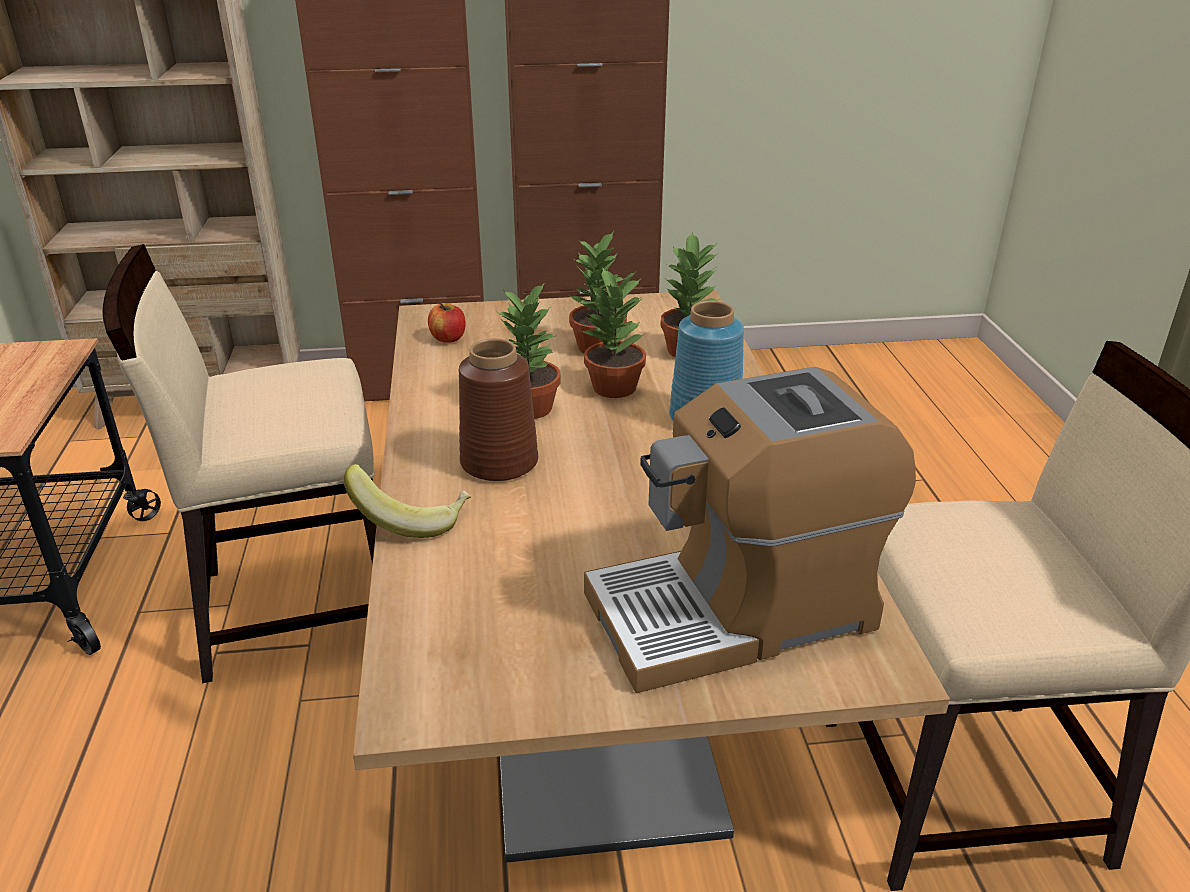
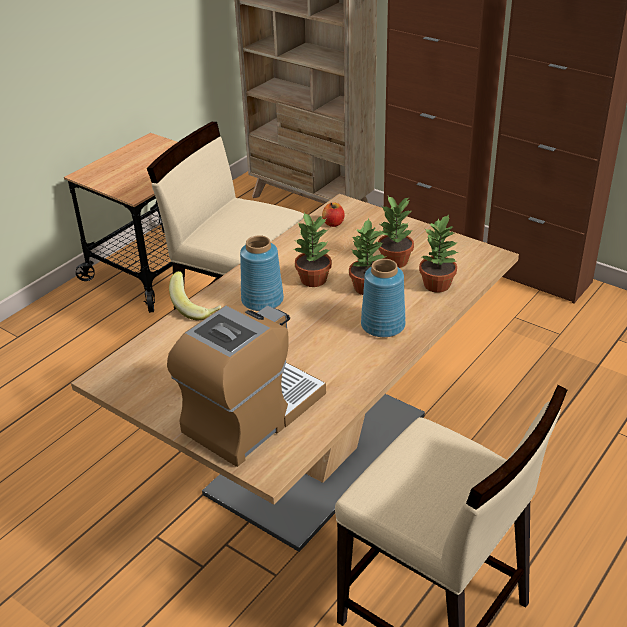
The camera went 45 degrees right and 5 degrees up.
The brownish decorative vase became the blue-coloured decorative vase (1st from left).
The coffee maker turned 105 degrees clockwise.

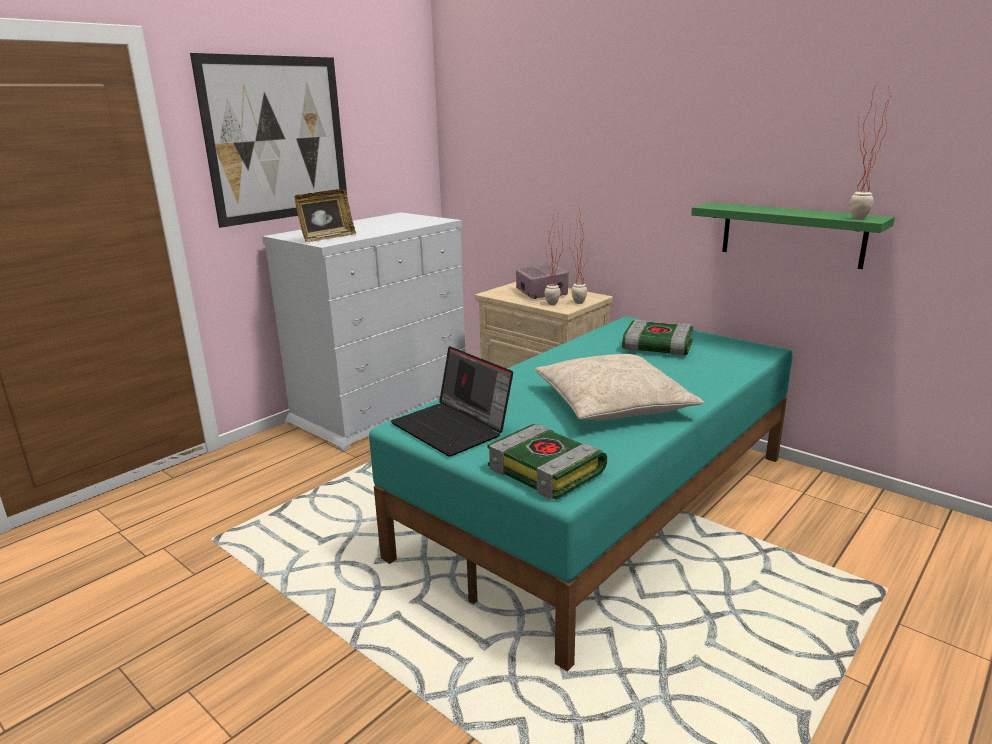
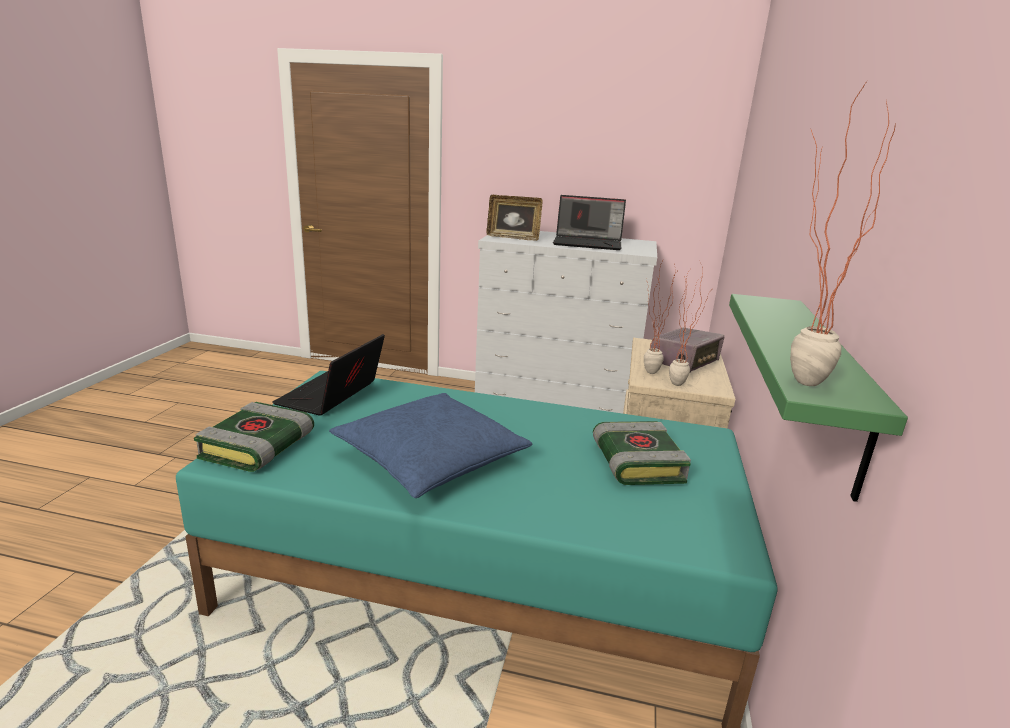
The camera went 60 degrees right and 0 degrees up.
The wall art disappeared.
The beige throw pillow became the blue-coloured throw pillow.
The laptop (2nd from left) appeared.

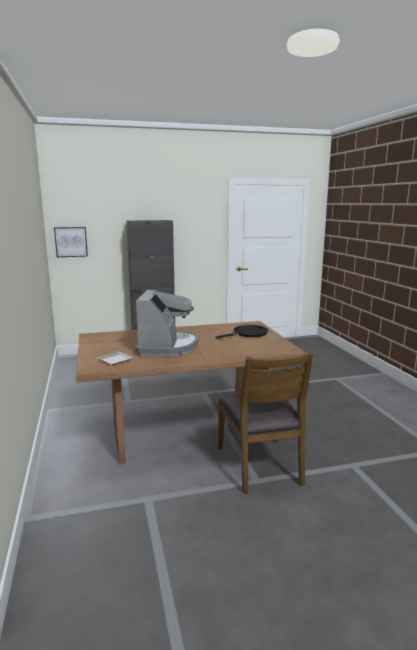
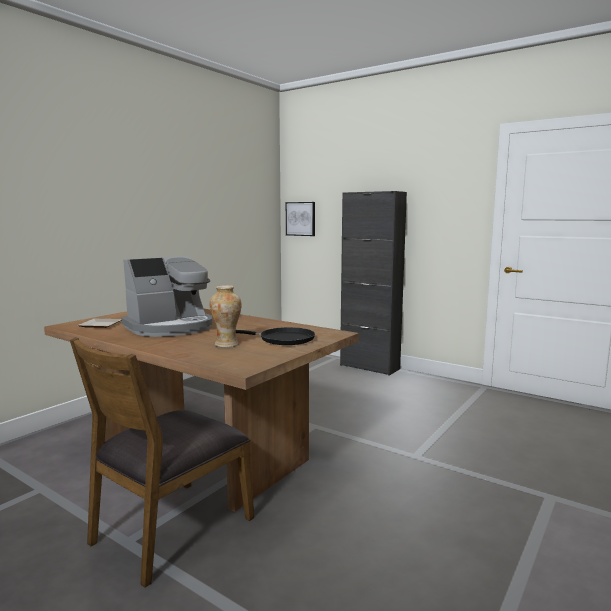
The camera went 50 degrees right and 5 degrees down.
The decorative vase appeared.

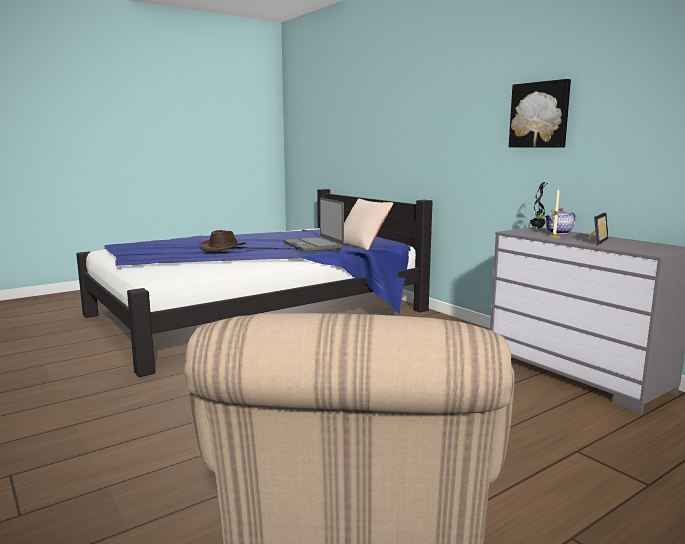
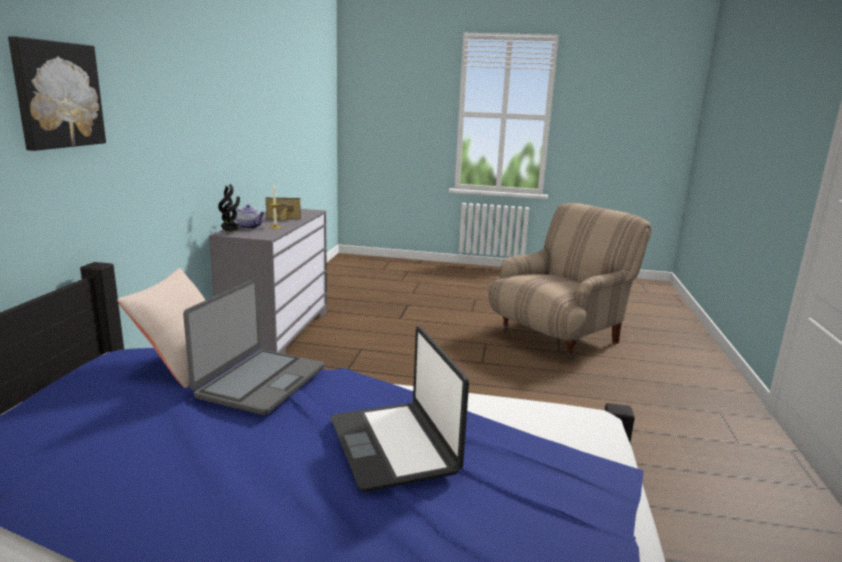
The camera went 135 degrees left and 5 degrees up.
The brownish clothing hat was replaced by the laptop (2nd from left).
The wall art moved.

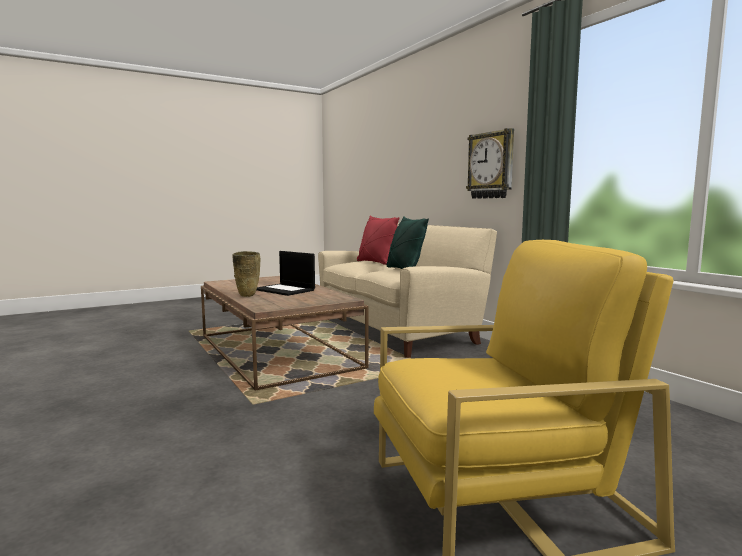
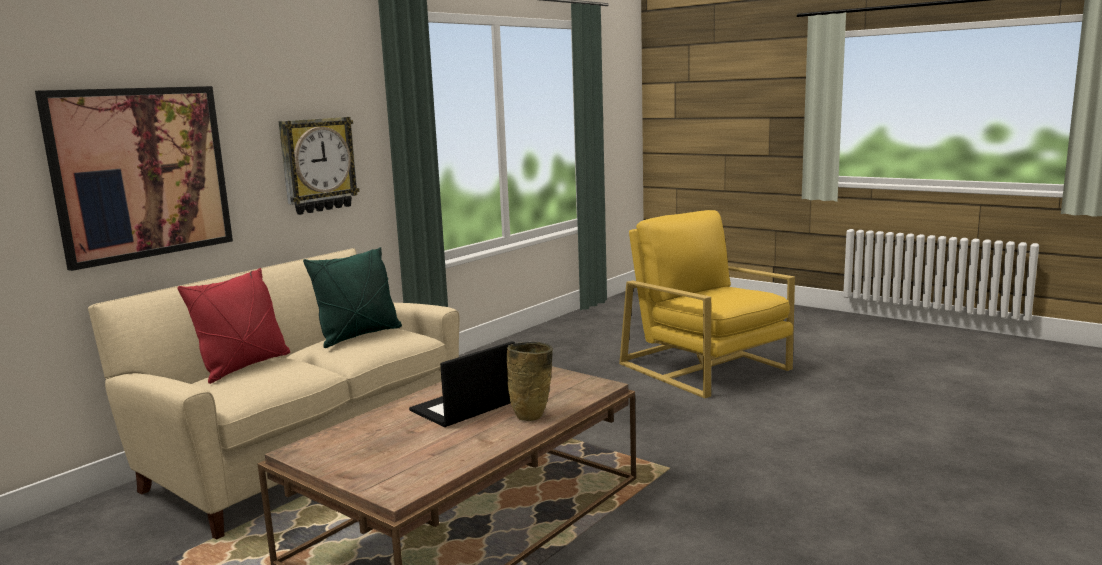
The camera went 110 degrees left and 5 degrees up.
The laptop turned 150 degrees counterclockwise.
The wall art appeared.

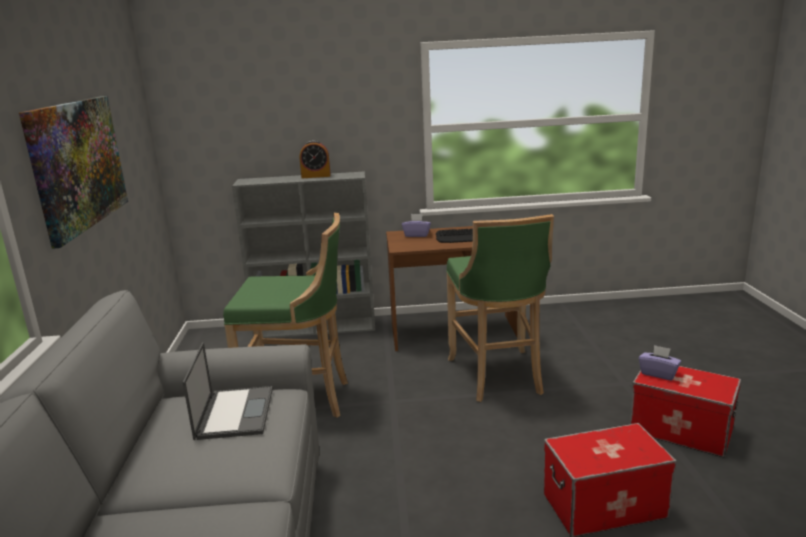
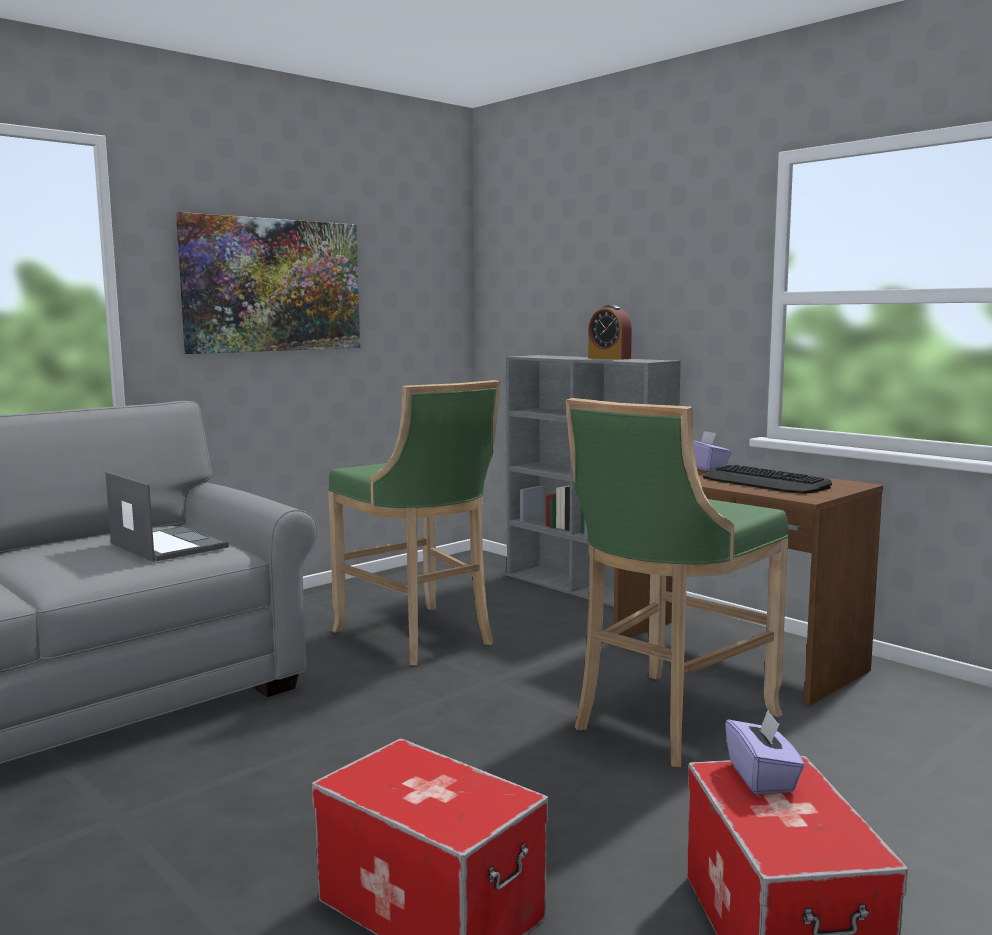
The camera went 50 degrees right and 10 degrees down.
The laptop turned 90 degrees counterclockwise.

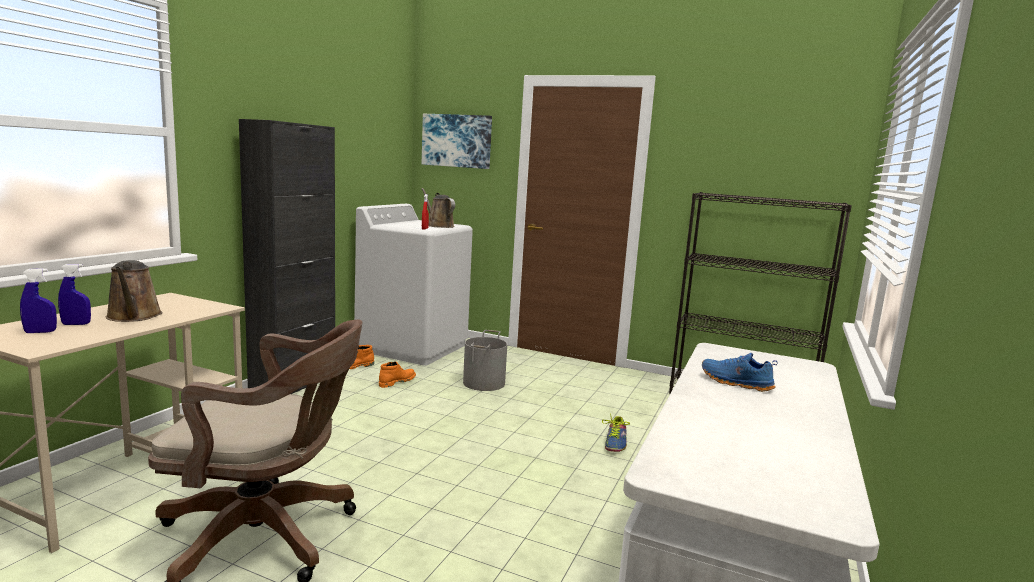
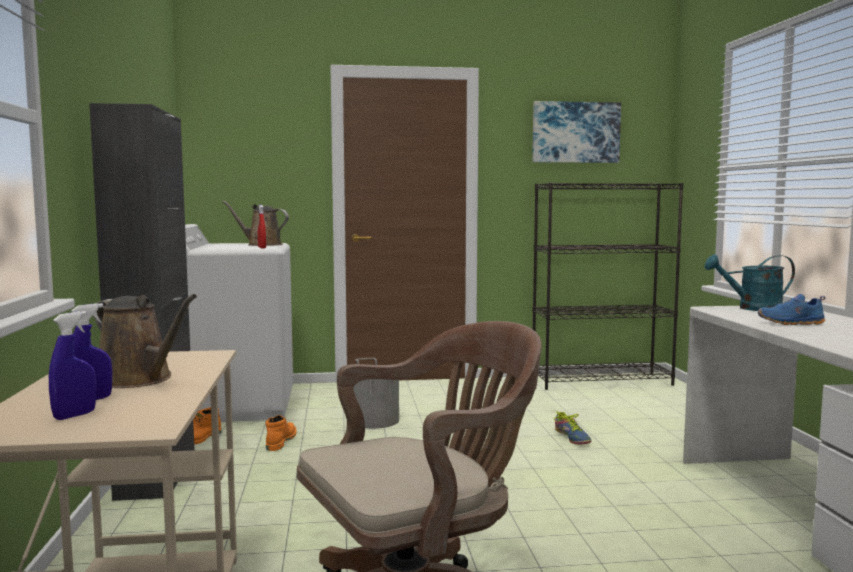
The camera went 30 degrees left and 5 degrees down.
The wall art moved.
The turquoise-coloured watering can appeared.

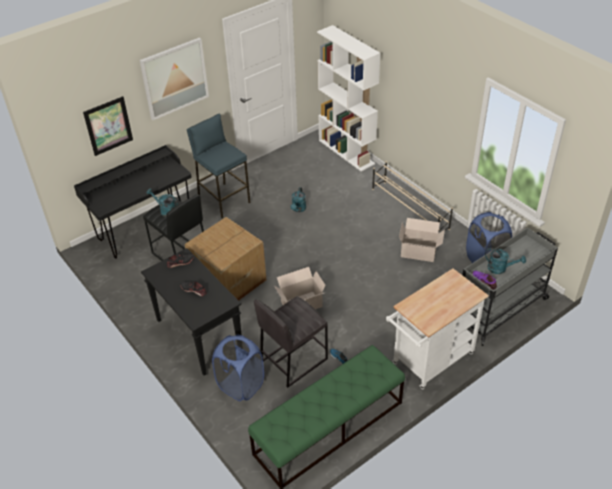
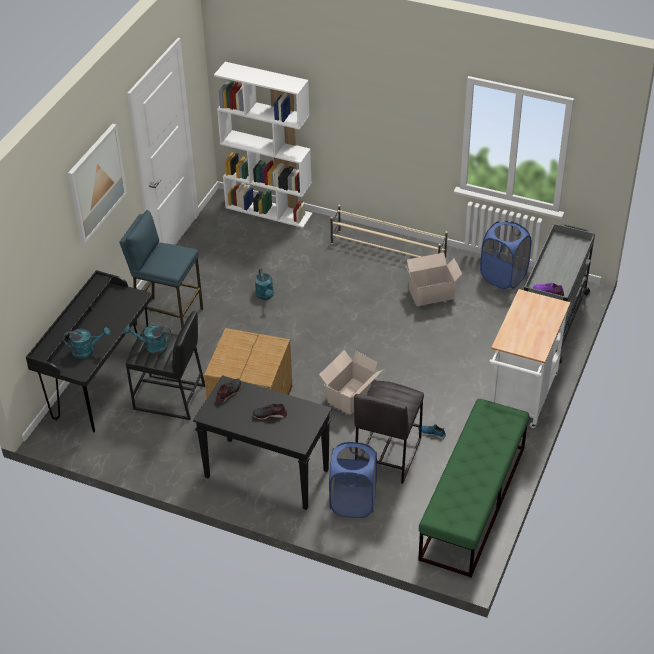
The camera went 30 degrees left and 0 degrees up.
The wall art (1st from left) disappeared.
The turquoise-coloured watering can (3rd from left in the first image) moved.

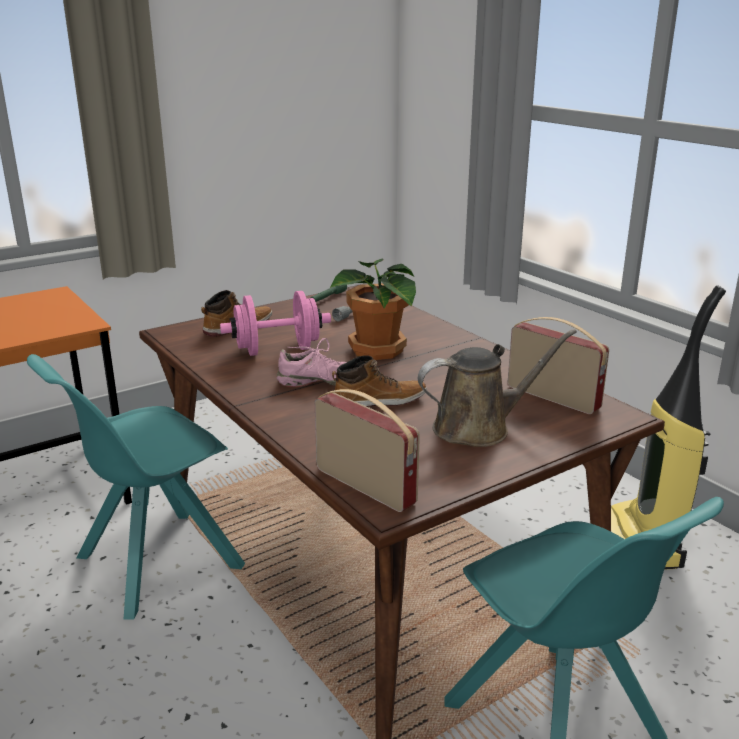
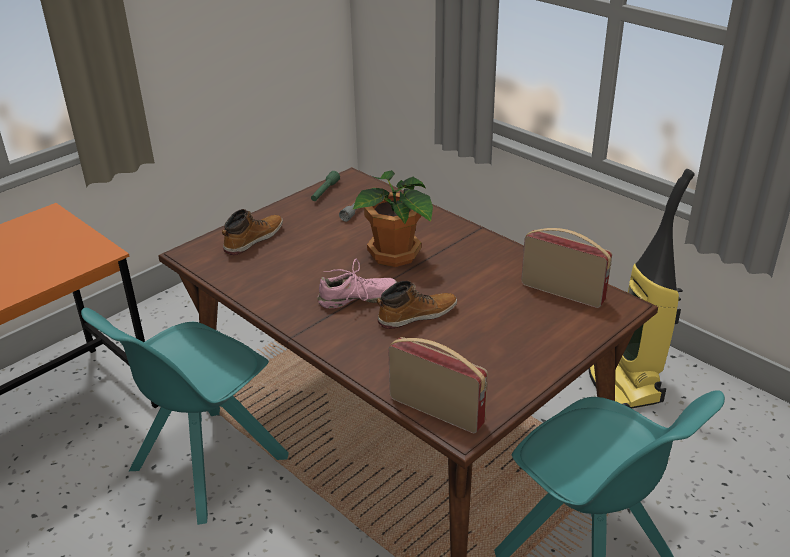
The camera went 10 degrees left and 10 degrees up.
The pink hand weight disappeared.
The brownish watering can disappeared.

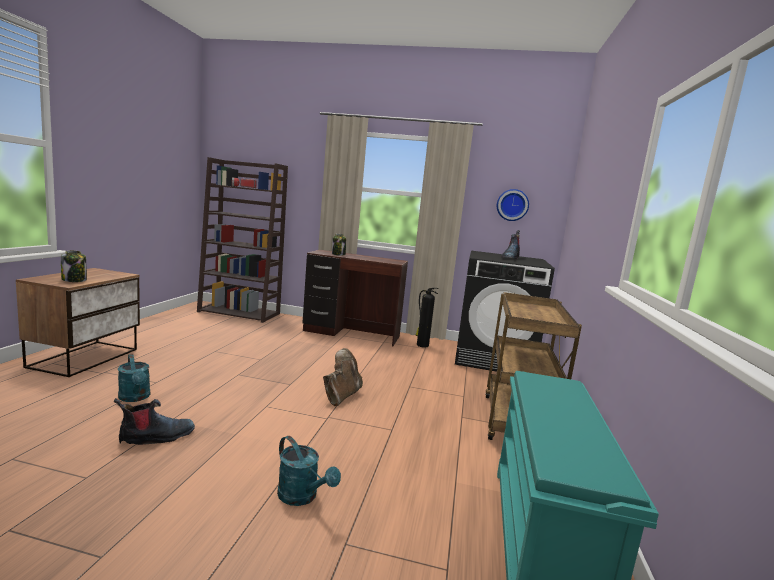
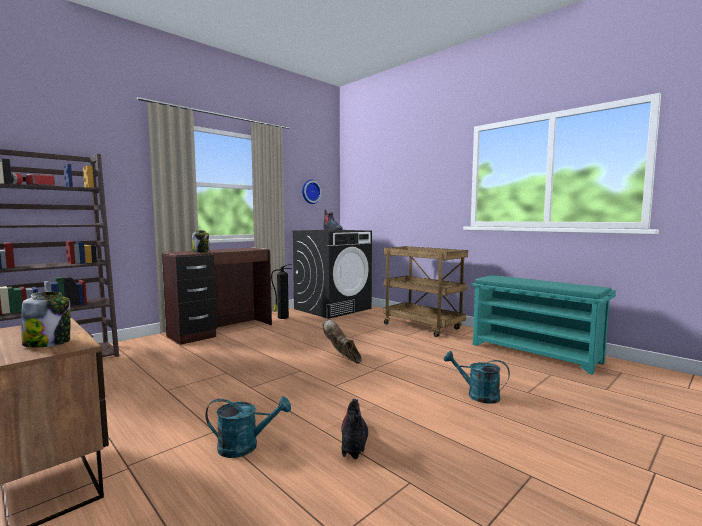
The camera went 55 degrees left and 5 degrees down.
The turquoise-coloured watering can (2nd from left) turned 135 degrees counterclockwise.

